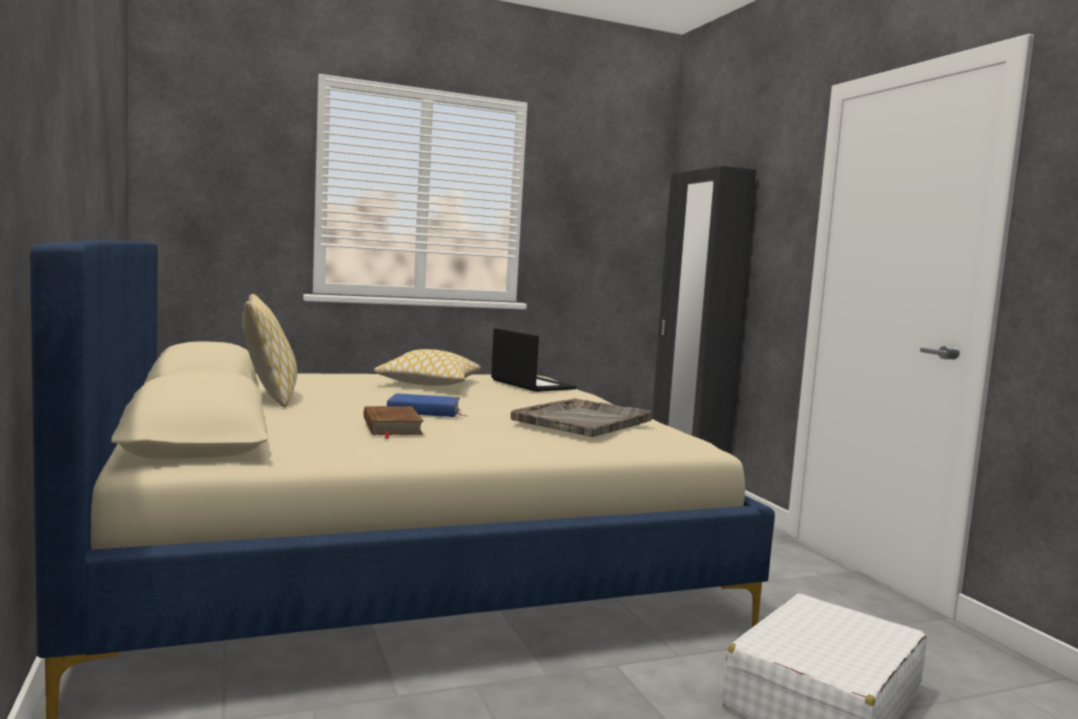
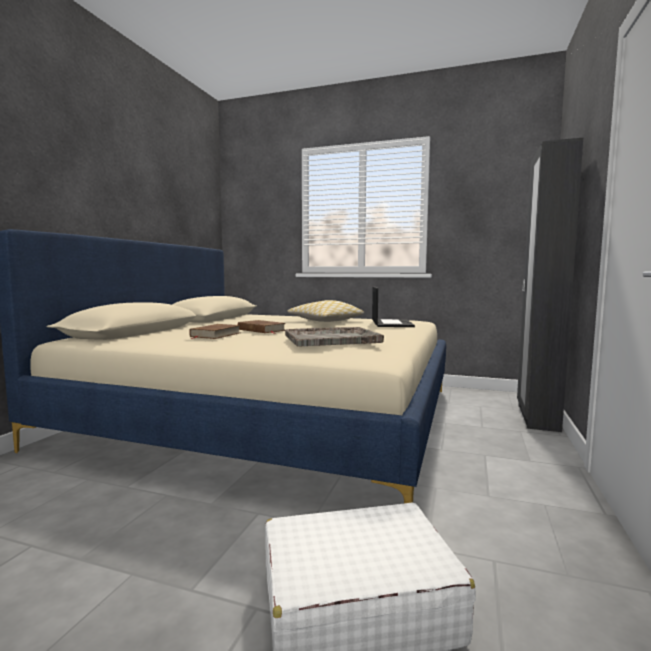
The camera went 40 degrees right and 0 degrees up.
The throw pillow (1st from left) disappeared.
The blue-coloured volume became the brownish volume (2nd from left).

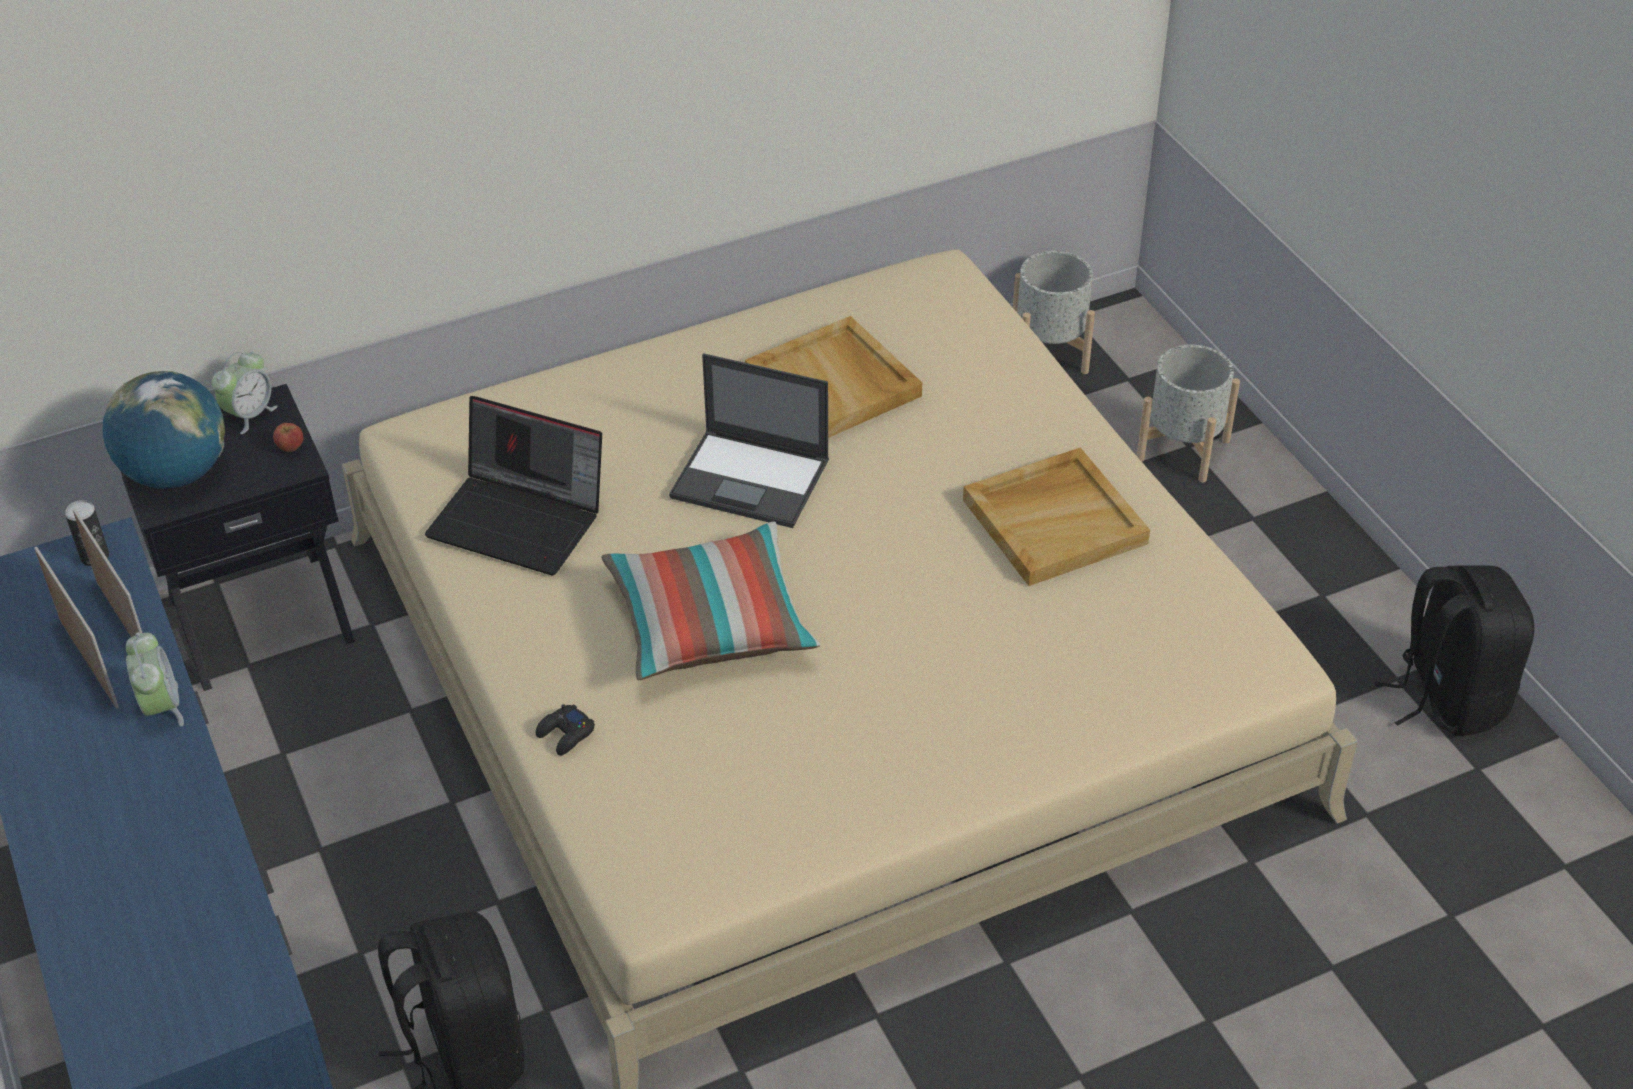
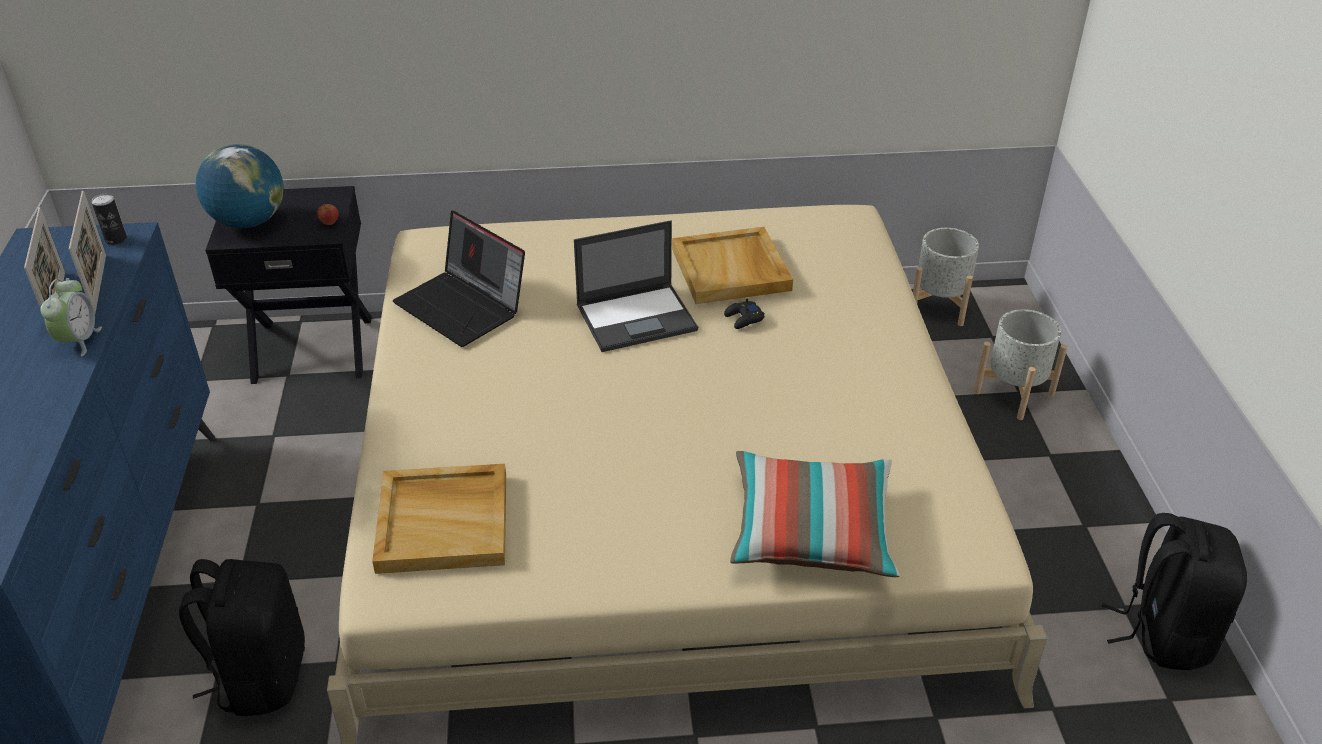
The camera went 20 degrees right and 5 degrees down.
The bedside clock (2nd from left) disappeared.
The blackish game controller moved.
The throw pillow moved.
The laptop (2nd from left) turned 60 degrees counterclockwise.
The beige tray (2nd from left in the first image) moved.

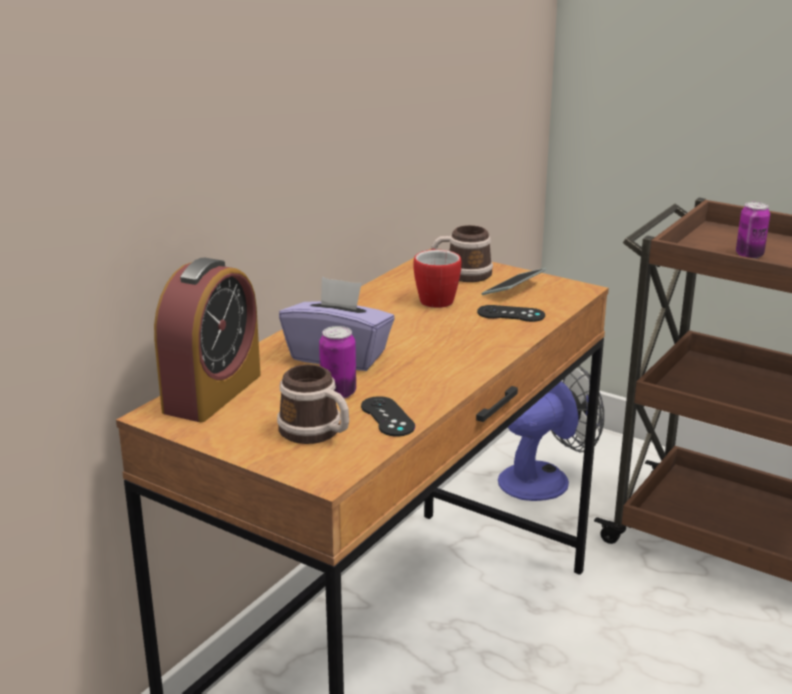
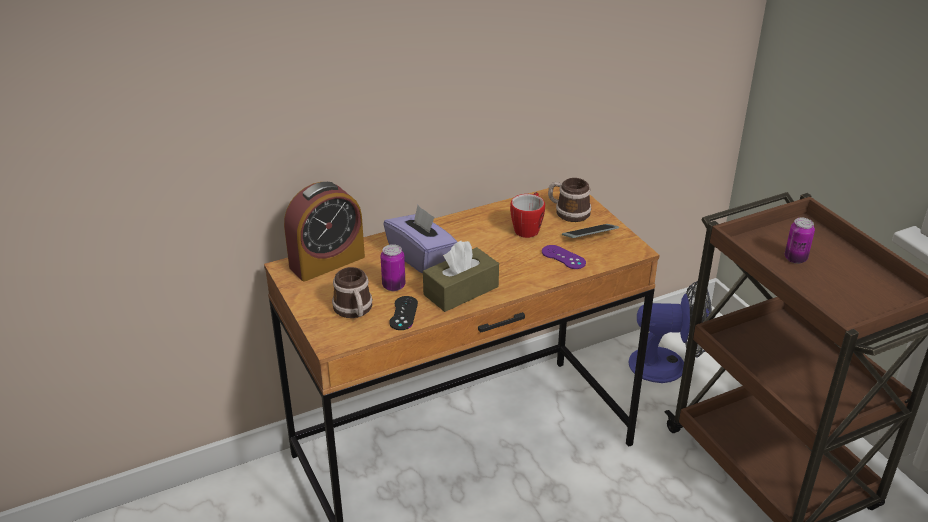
The camera went 30 degrees right and 10 degrees up.
The blackish game controller (2nd from left) became the purple-coloured game controller.
The brownish tissue box appeared.

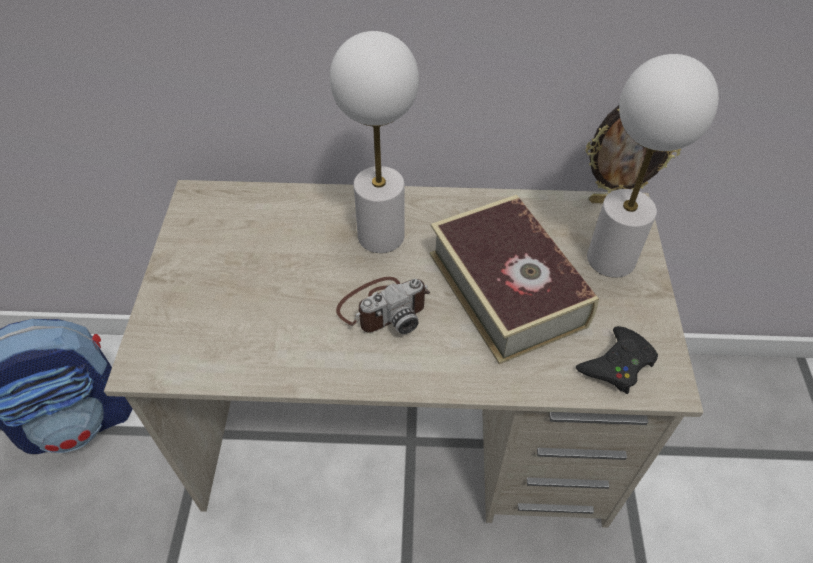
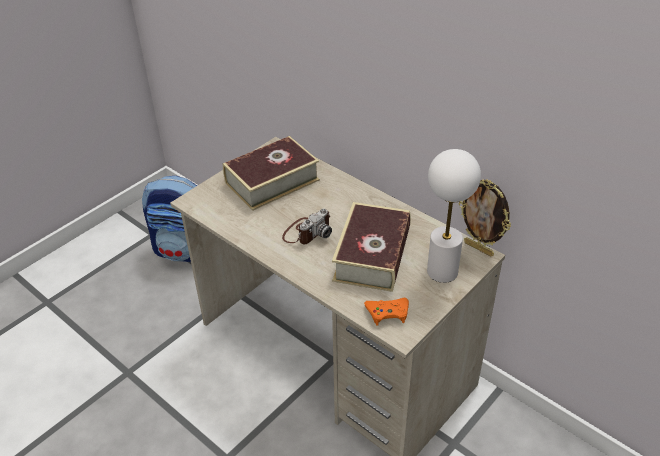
The camera went 40 degrees right and 10 degrees down.
The white table lamp (1st from left) disappeared.
The still camera turned 60 degrees counterclockwise.
The blackish game controller became the orange-coloured game controller.
The volume (1st from left) appeared.

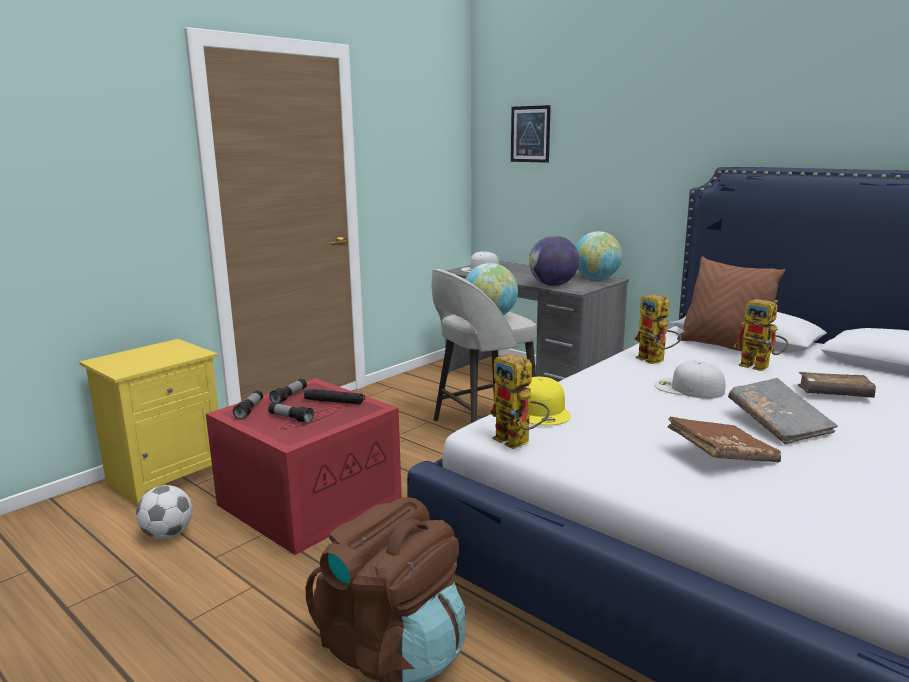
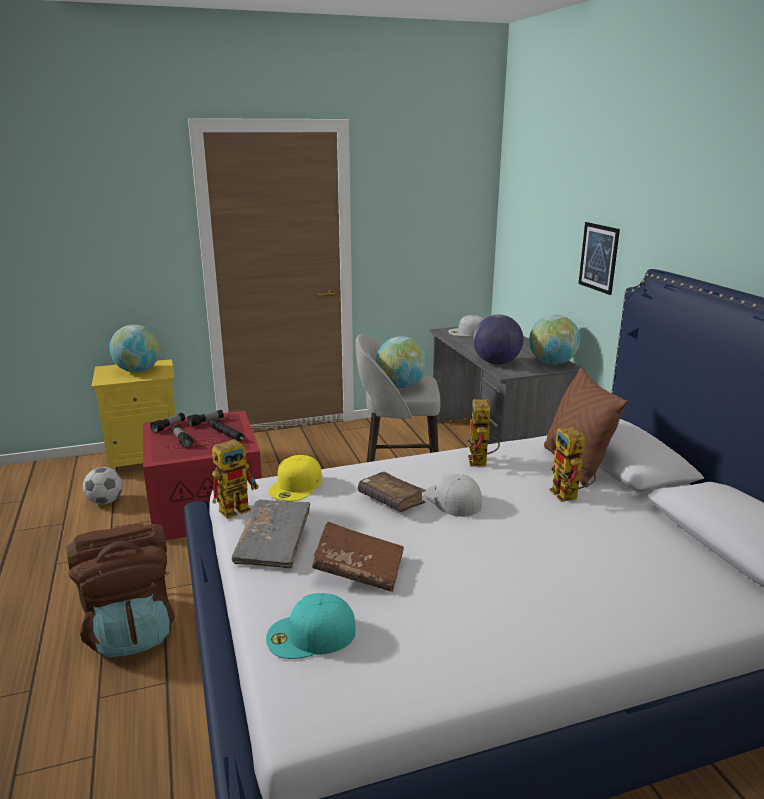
The camera went 30 degrees right and 5 degrees up.
The model robot (1st from left) turned 120 degrees counterclockwise.
The wall art moved.
The gray volume moved.
The brownish volume (2nd from left) moved.
The desk globe (1st from left) appeared.
The turquoise-coloured cap appeared.

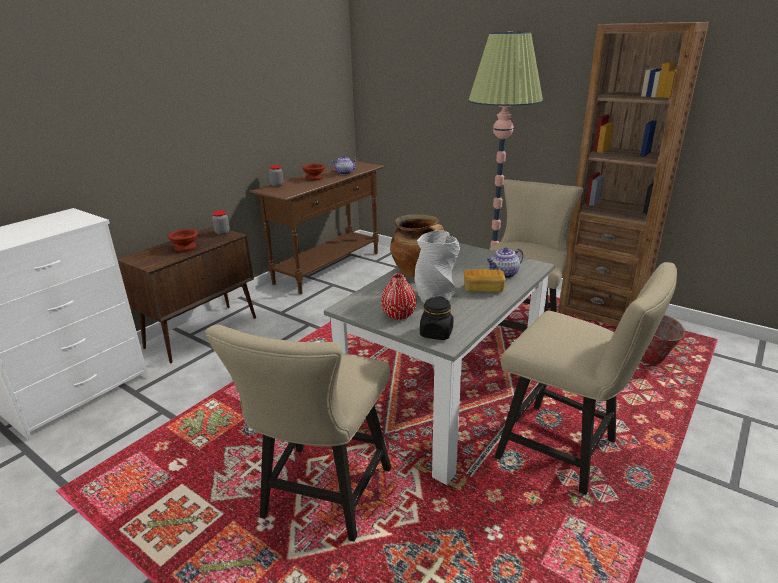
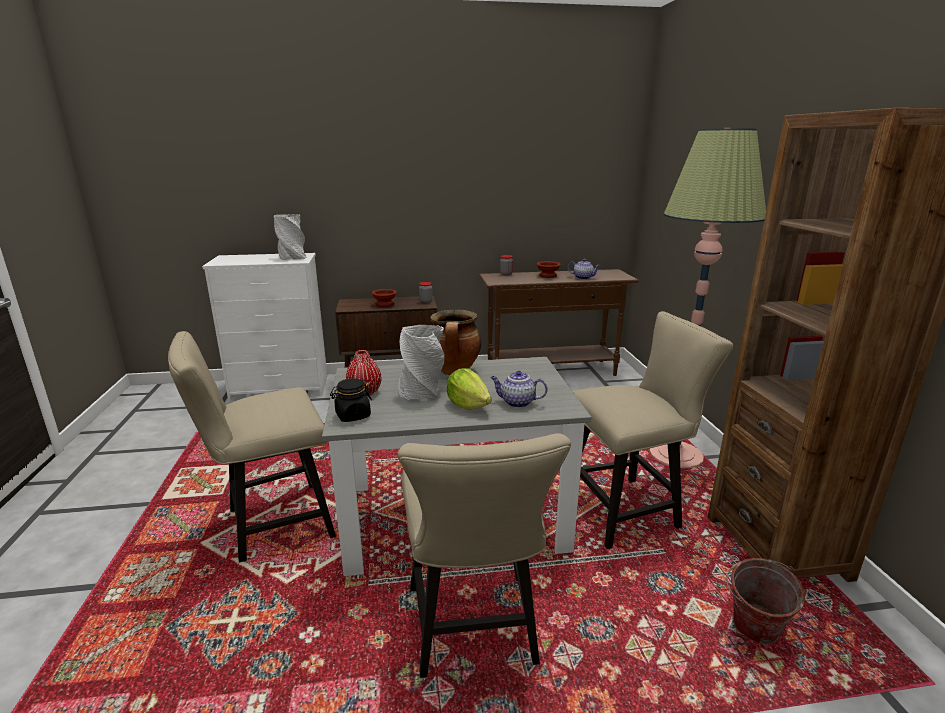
The camera went 45 degrees right and 5 degrees down.
The bakery bread was replaced by the lettuce.
The gray decorative vase (1st from left) appeared.

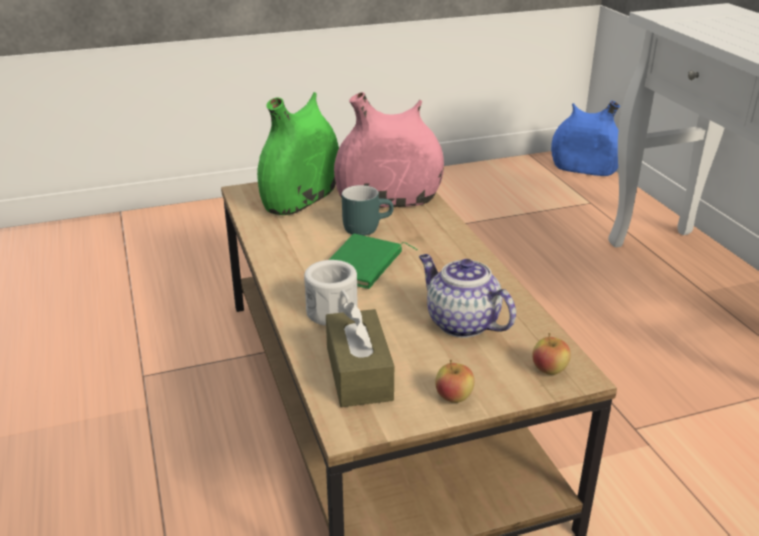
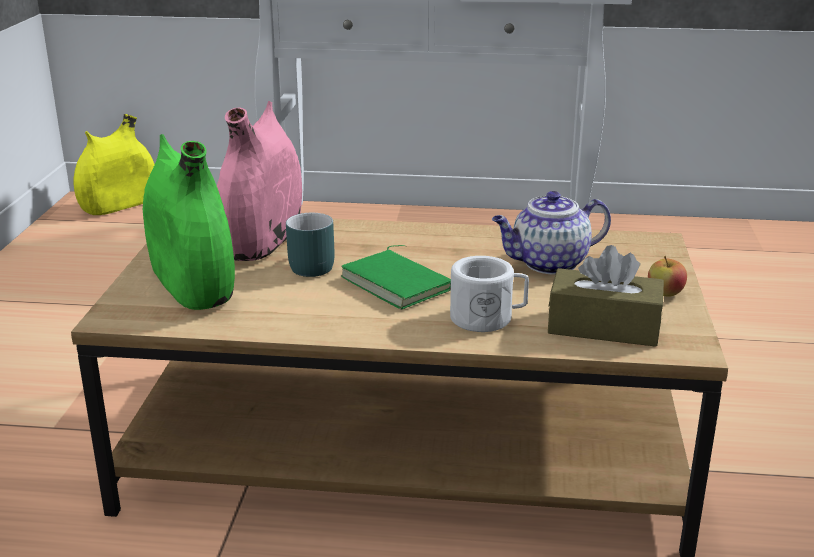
The camera went 65 degrees left and 5 degrees down.
The apple fruit (2nd from left) disappeared.
The blue-coloured decorative vase became the yellow-coloured decorative vase.

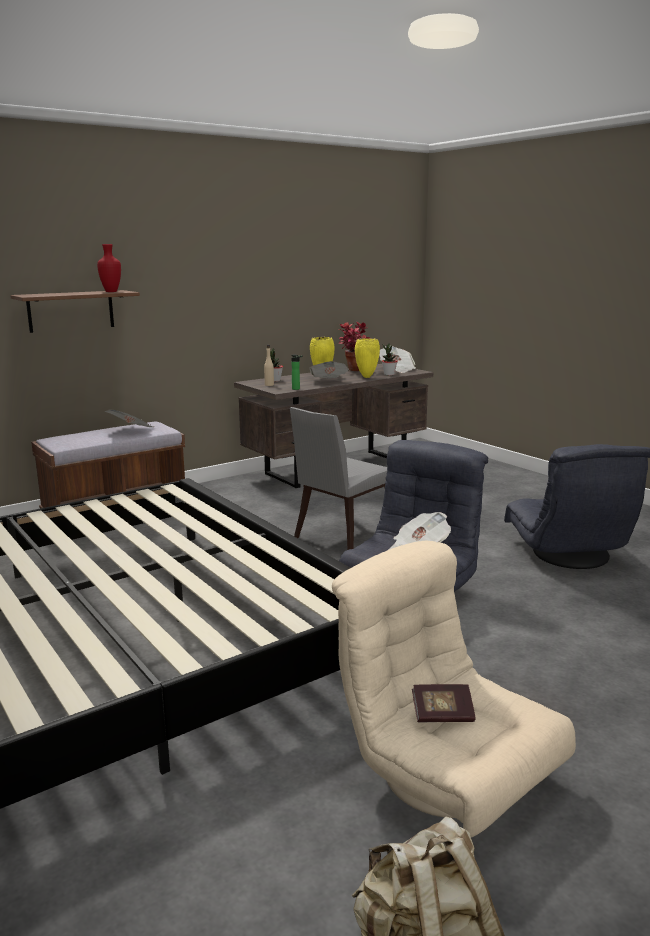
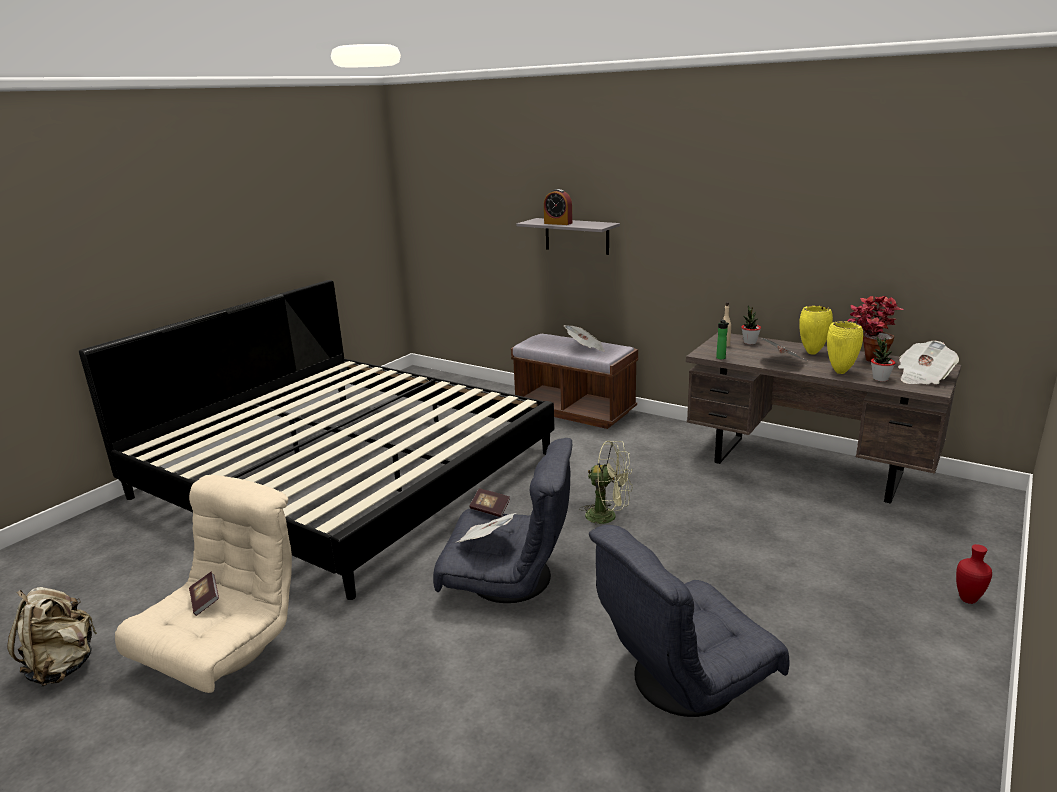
The camera went 70 degrees right and 5 degrees up.
The brownish wall shelf became the gray wall shelf.
The reddish decorative vase moved.
The gray upright chair was replaced by the greenish cooling fan.
The volume (2nd from left) appeared.
The bedside clock appeared.

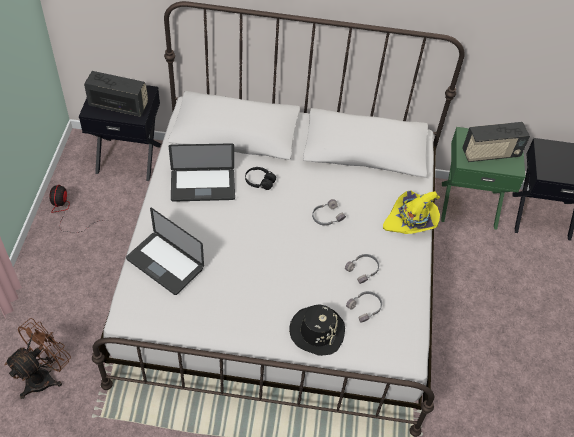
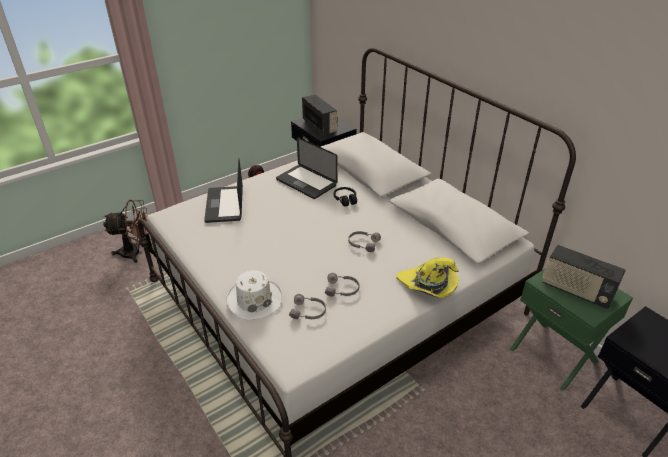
The camera went 50 degrees right and 15 degrees down.
The blackish clothing hat became the white clothing hat.

